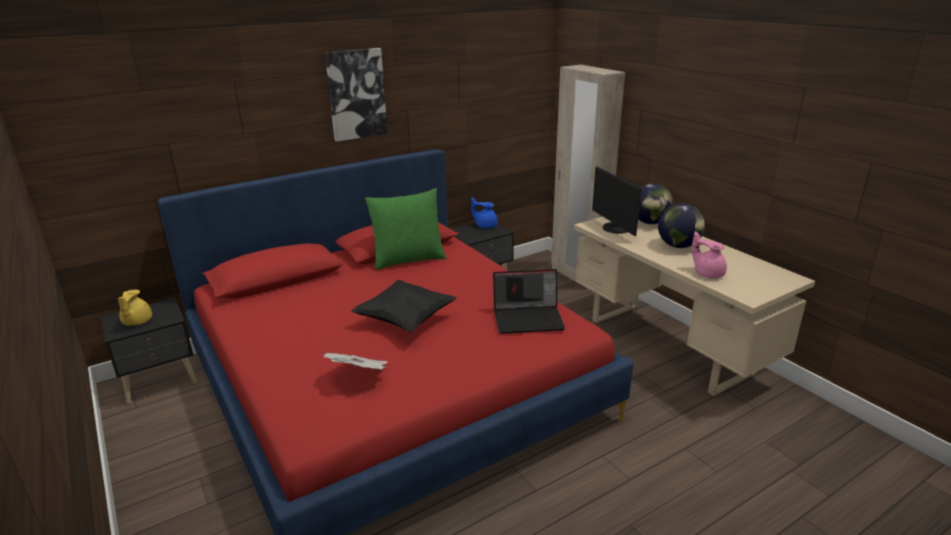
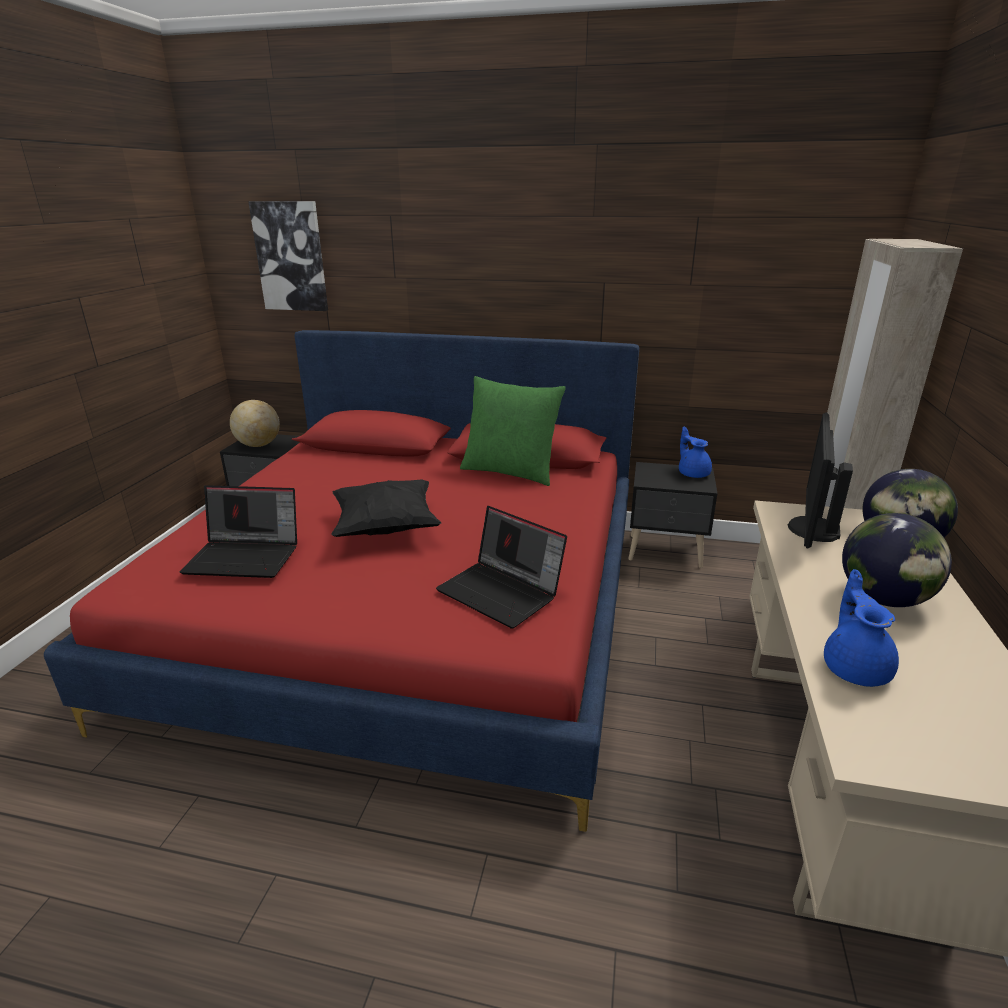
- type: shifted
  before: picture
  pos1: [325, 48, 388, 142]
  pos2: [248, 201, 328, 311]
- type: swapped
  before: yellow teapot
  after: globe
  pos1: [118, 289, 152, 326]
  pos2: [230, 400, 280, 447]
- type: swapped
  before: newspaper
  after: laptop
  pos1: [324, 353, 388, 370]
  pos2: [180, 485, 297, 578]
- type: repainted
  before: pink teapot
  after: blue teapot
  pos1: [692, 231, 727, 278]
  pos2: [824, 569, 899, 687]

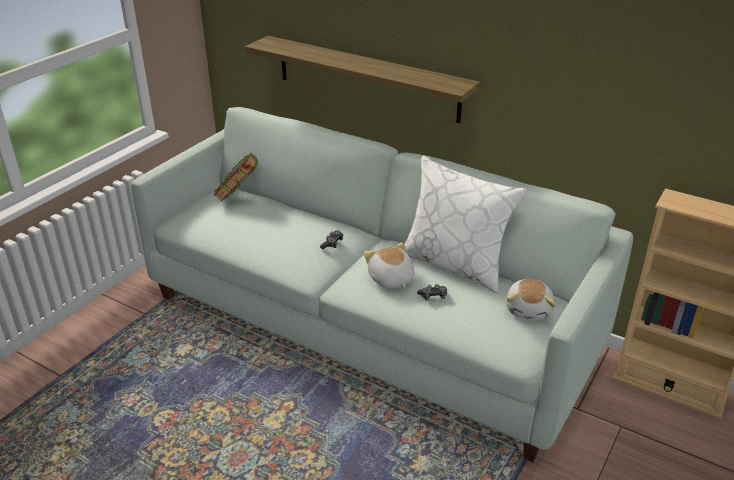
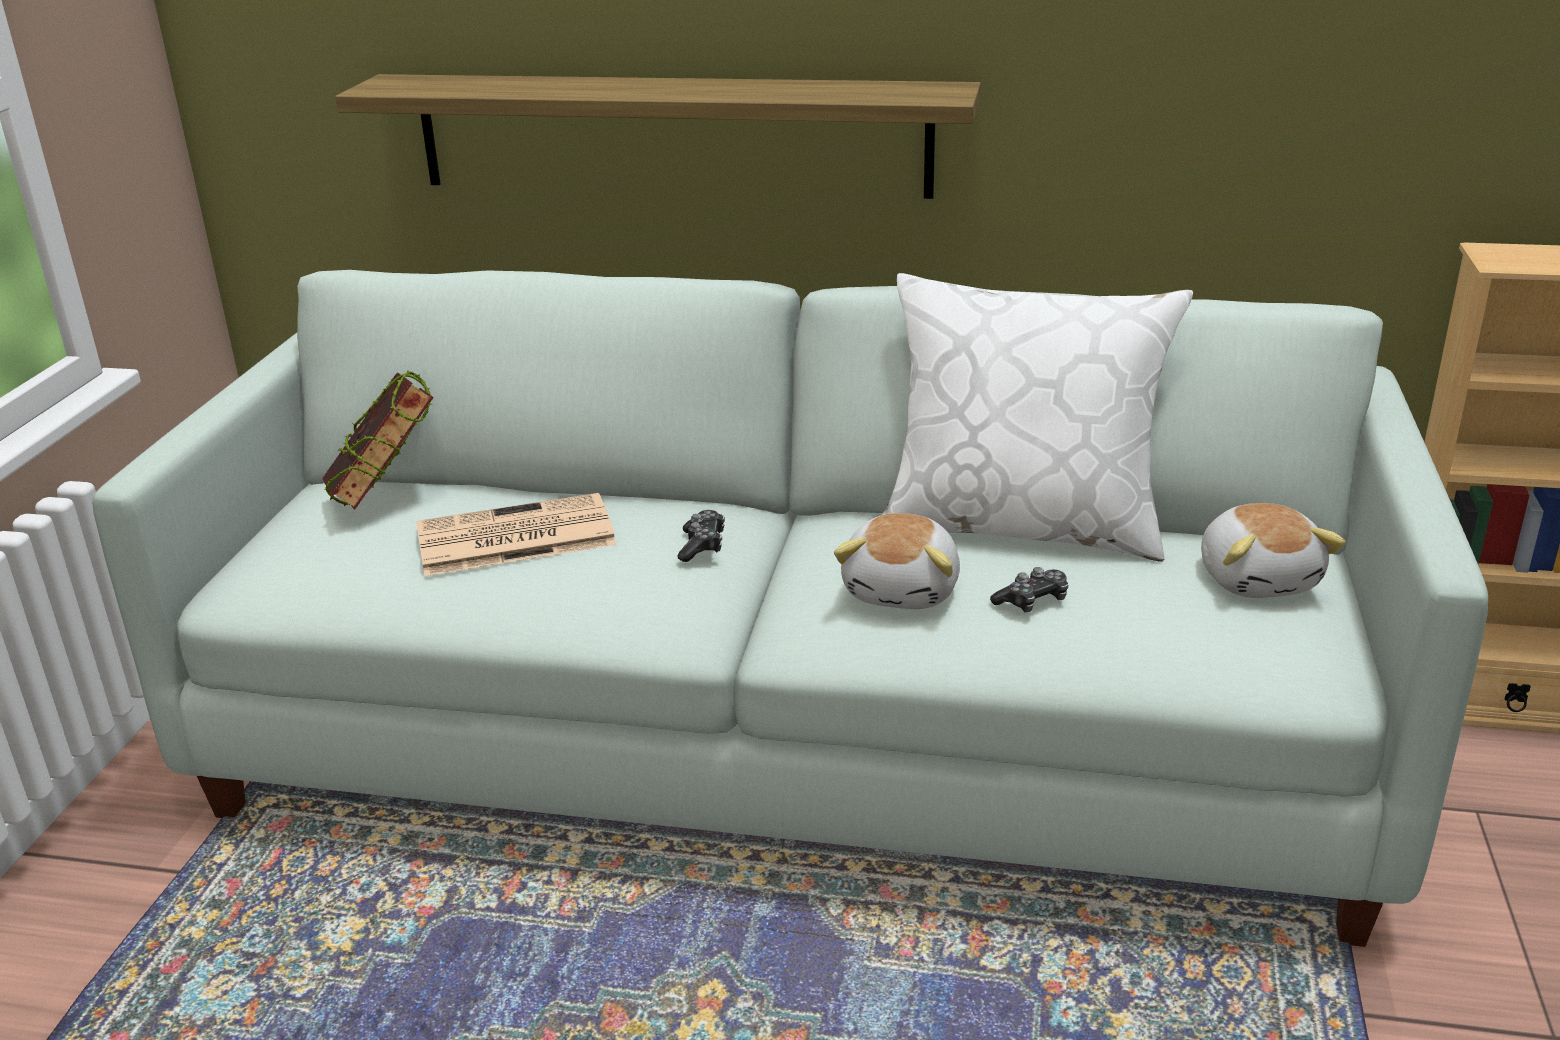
- type: new
  after: newspaper
  pos2: [416, 493, 616, 576]
- type: rotated
  before: plush toy
  pos1: [364, 242, 414, 289]
  pos2: [834, 513, 960, 609]
  turn: -120

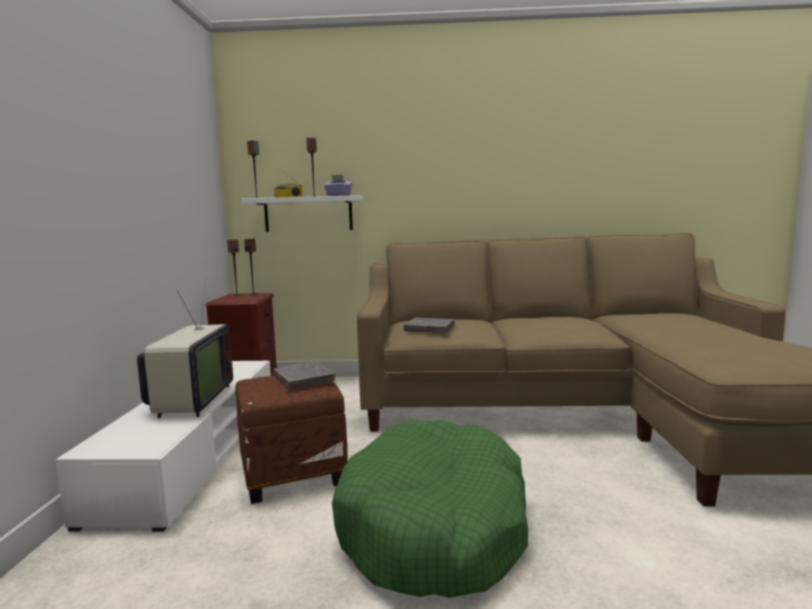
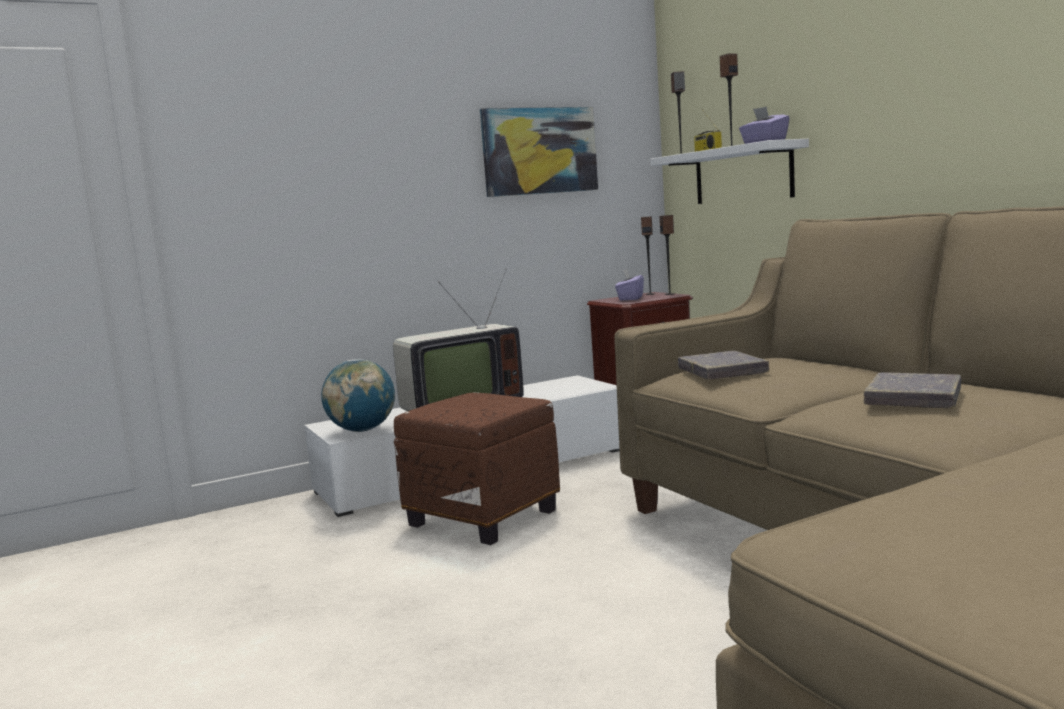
- type: gone
  before: green dog bed
  pos1: [332, 419, 528, 598]
- type: new
  after: globe
  pos2: [321, 359, 395, 432]
- type: new
  after: picture
  pos2: [480, 107, 598, 197]
- type: new
  after: purple tissue box
  pos2: [615, 269, 644, 300]
- type: shifted
  before: grey book
  pos1: [274, 362, 335, 390]
  pos2: [864, 372, 962, 408]

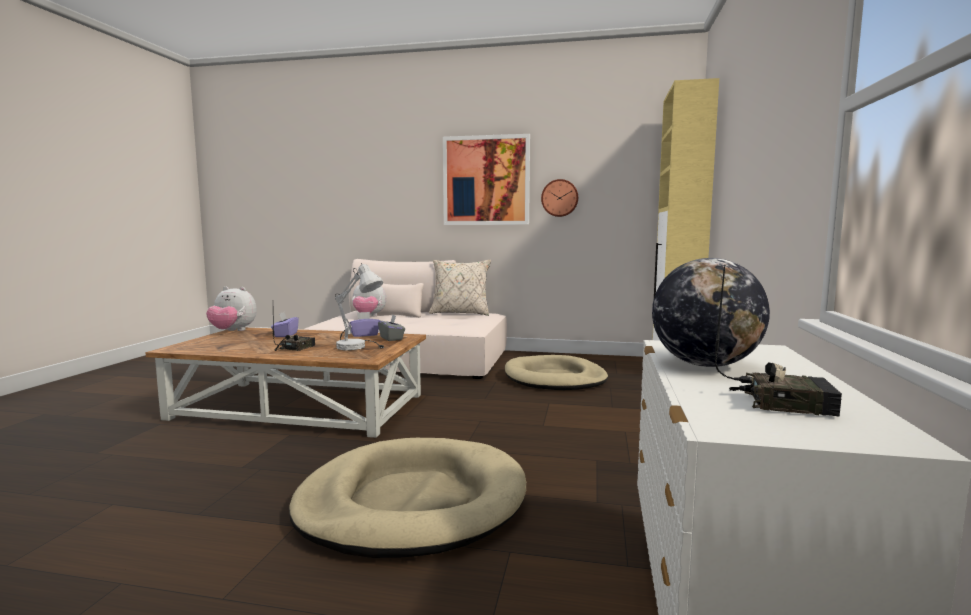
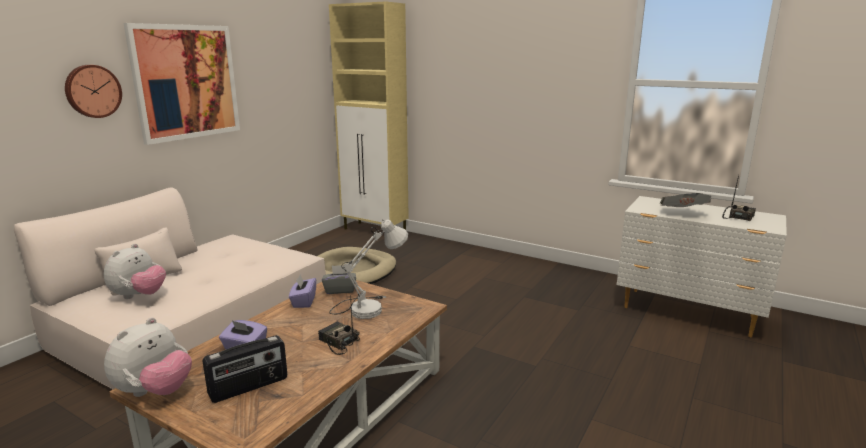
- type: gone
  before: beige dog bed
  pos1: [289, 438, 526, 558]
- type: gone
  before: beige pillow
  pos1: [429, 259, 491, 316]
- type: new
  after: radio
  pos2: [203, 335, 287, 403]
- type: shifted
  before: wall clock
  pos1: [541, 179, 578, 217]
  pos2: [65, 65, 122, 118]
- type: swapped
  before: globe
  after: newspaper
  pos1: [652, 258, 770, 367]
  pos2: [660, 193, 712, 207]

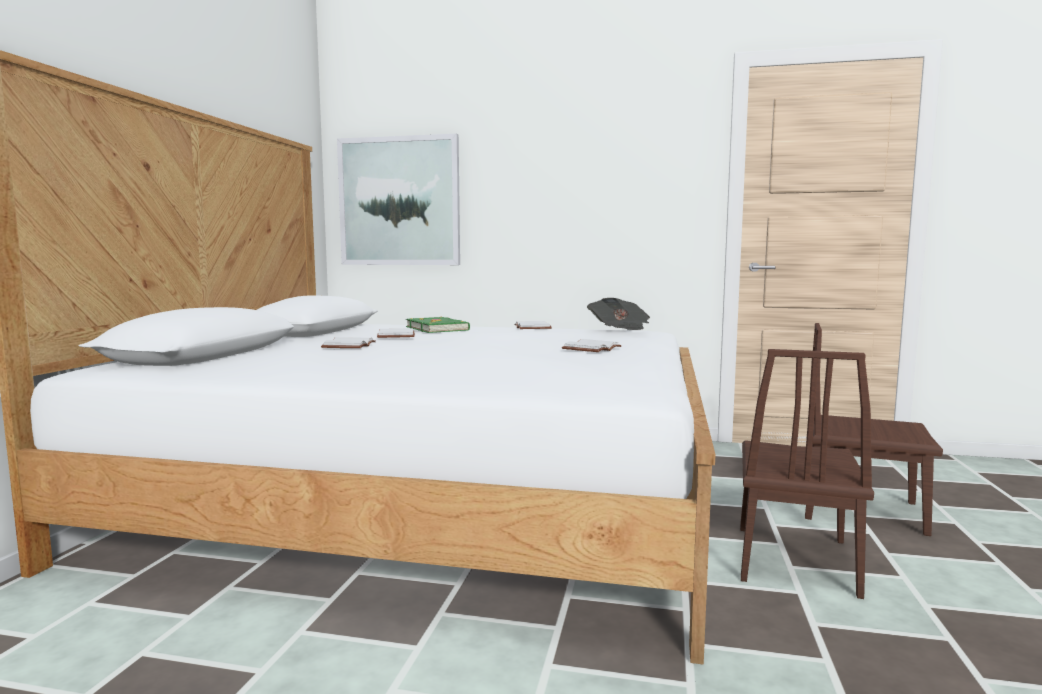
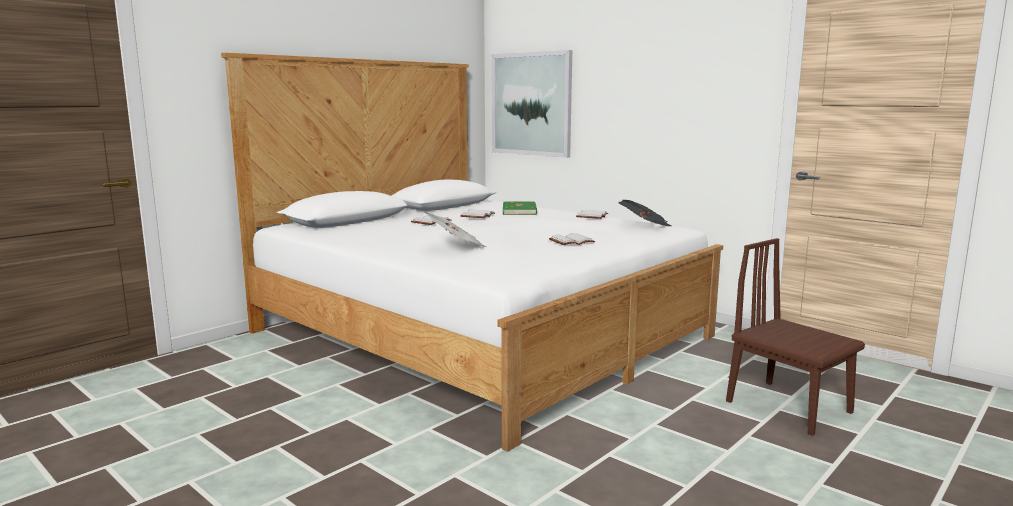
- type: gone
  before: brown chair
  pos1: [740, 349, 874, 599]
- type: new
  after: newspaper
  pos2: [422, 211, 486, 247]

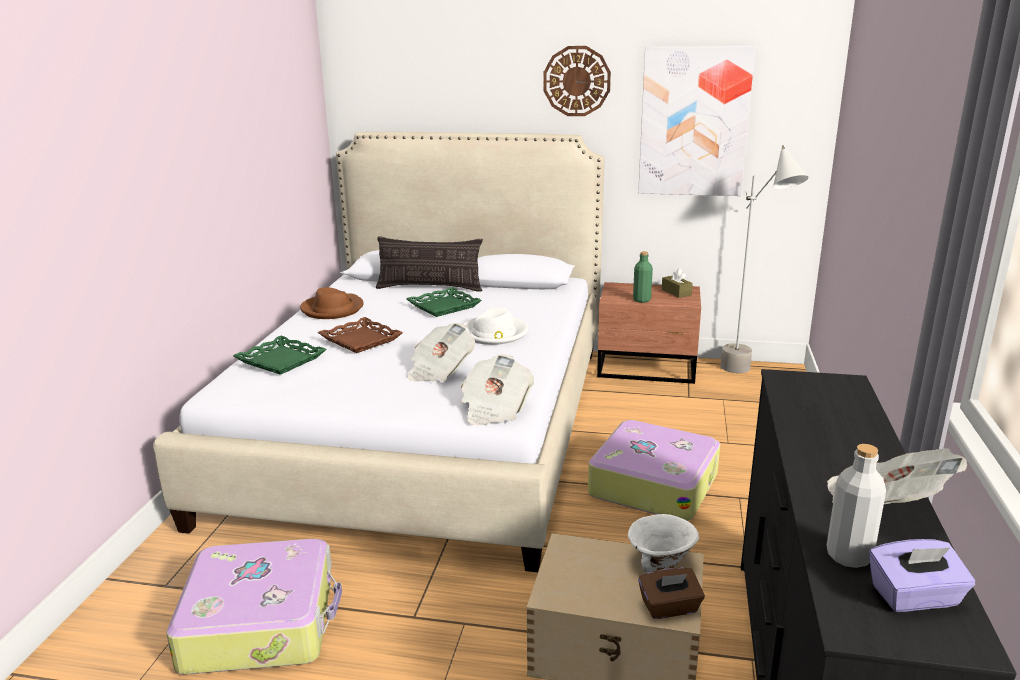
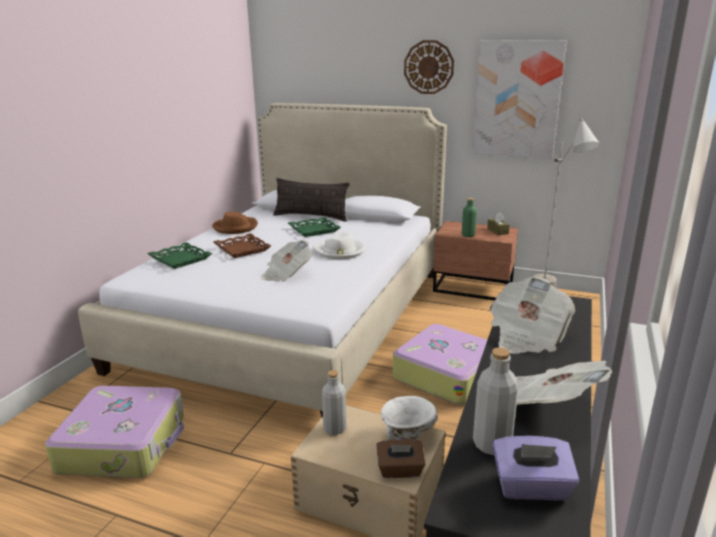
- type: new
  after: grey bottle
  pos2: [322, 370, 346, 435]
- type: shifted
  before: newspaper
  pos1: [461, 354, 534, 426]
  pos2: [490, 277, 575, 354]

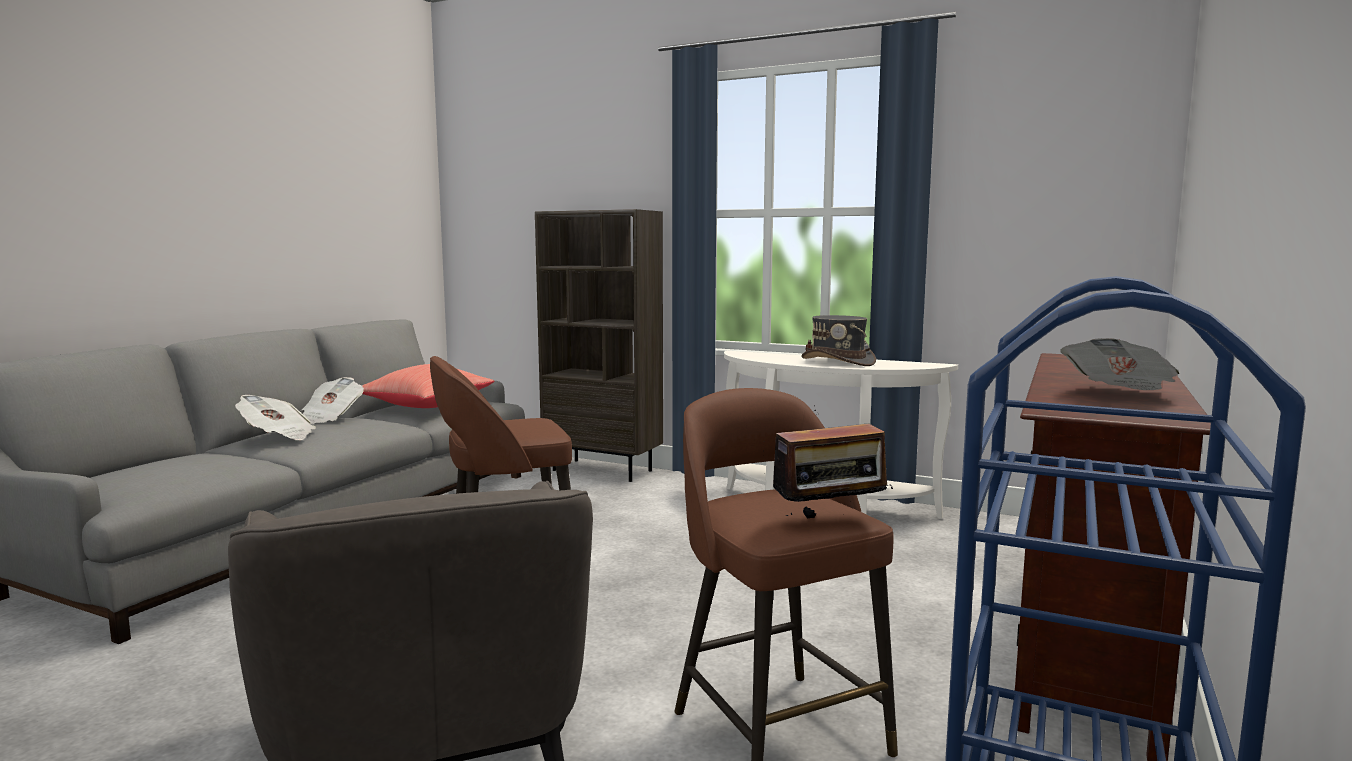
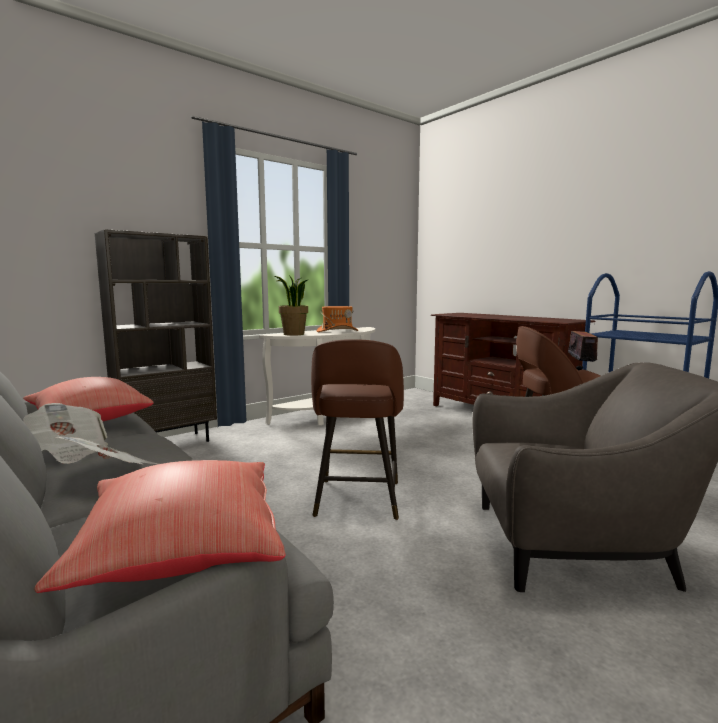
- type: gone
  before: newspaper
  pos1: [1060, 338, 1179, 390]
- type: new
  after: red pillow
  pos2: [34, 460, 286, 593]
- type: new
  after: potted plant
  pos2: [275, 275, 308, 336]
- type: repainted
  before: grey hat
  after: orange hat
  pos1: [801, 315, 876, 366]
  pos2: [317, 306, 358, 332]

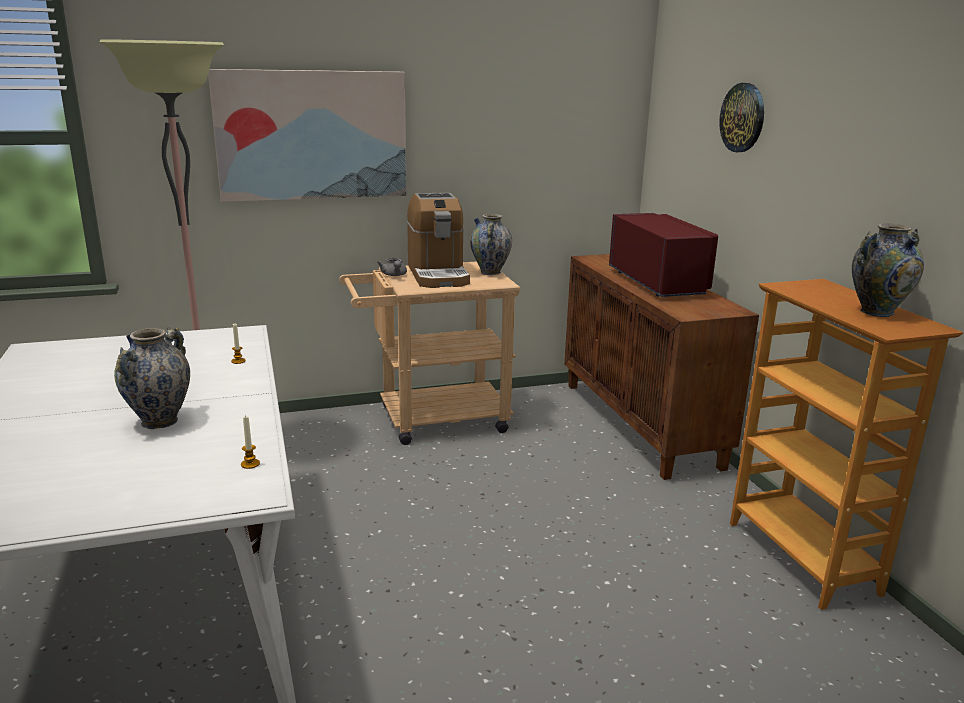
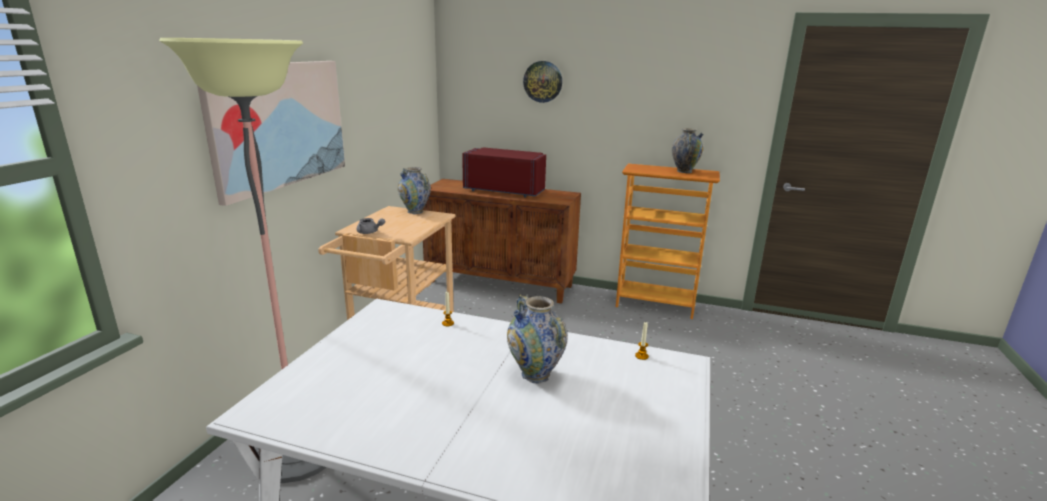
- type: gone
  before: coffee machine
  pos1: [407, 193, 470, 288]

